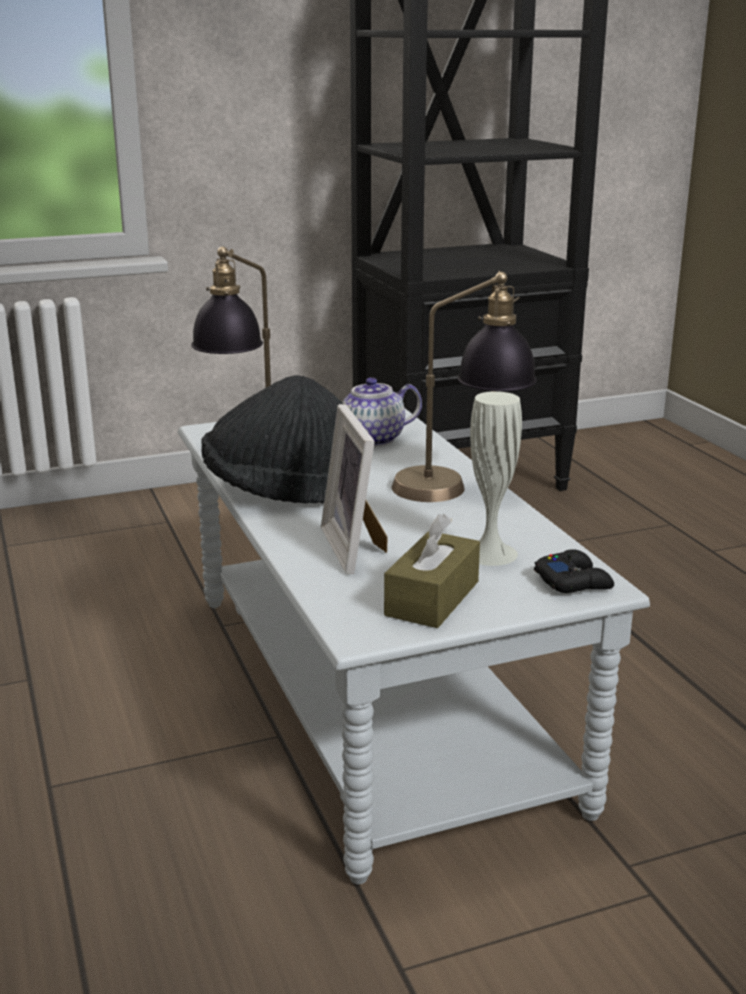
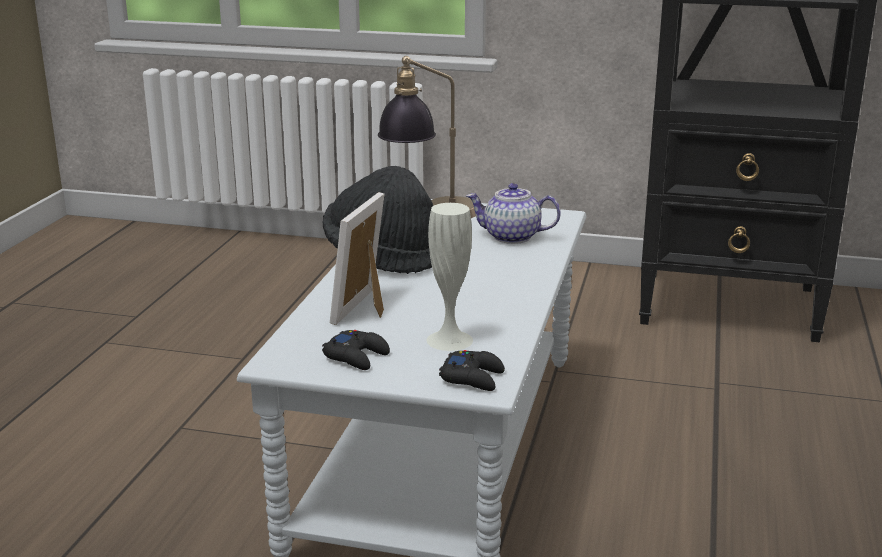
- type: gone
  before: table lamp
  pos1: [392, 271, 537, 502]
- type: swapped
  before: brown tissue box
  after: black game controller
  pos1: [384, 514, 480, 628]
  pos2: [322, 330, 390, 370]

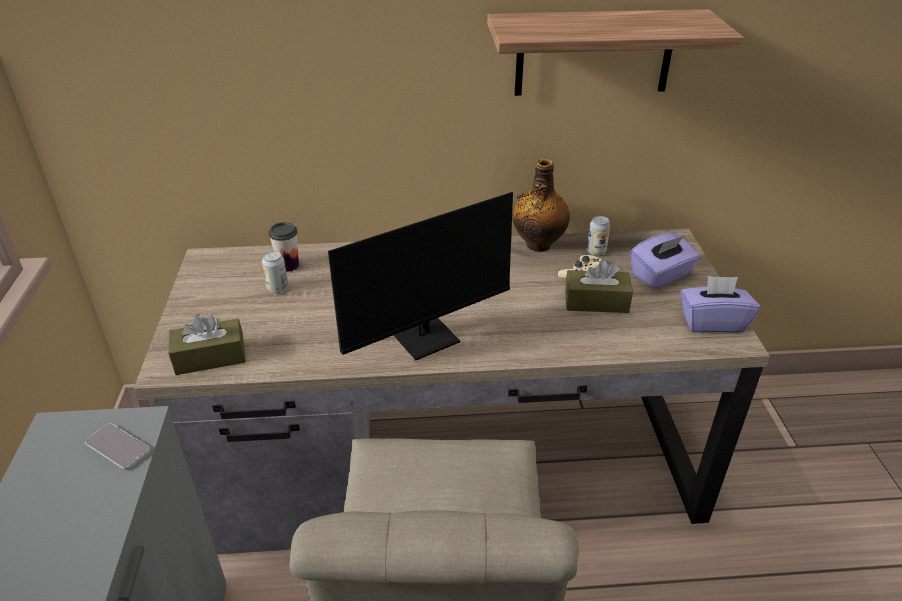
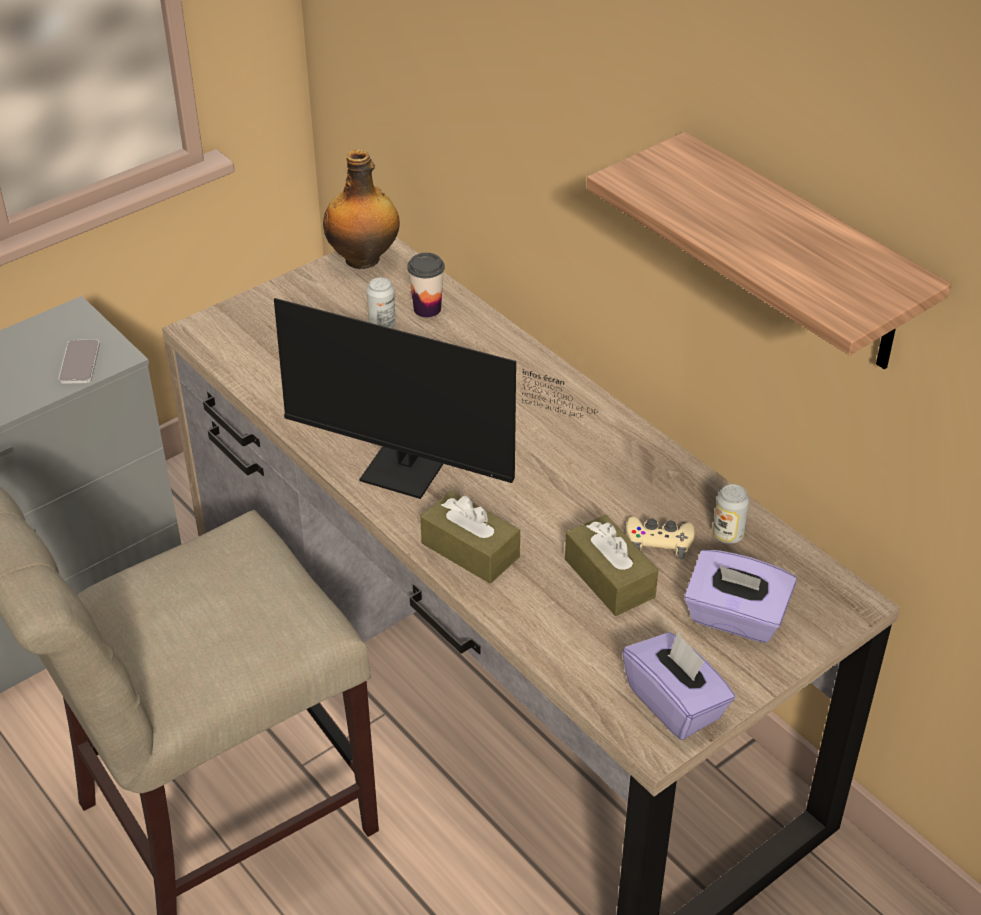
- type: shifted
  before: brown tissue box
  pos1: [168, 314, 246, 375]
  pos2: [420, 491, 520, 584]
- type: shifted
  before: bottle
  pos1: [512, 159, 570, 252]
  pos2: [323, 149, 400, 269]

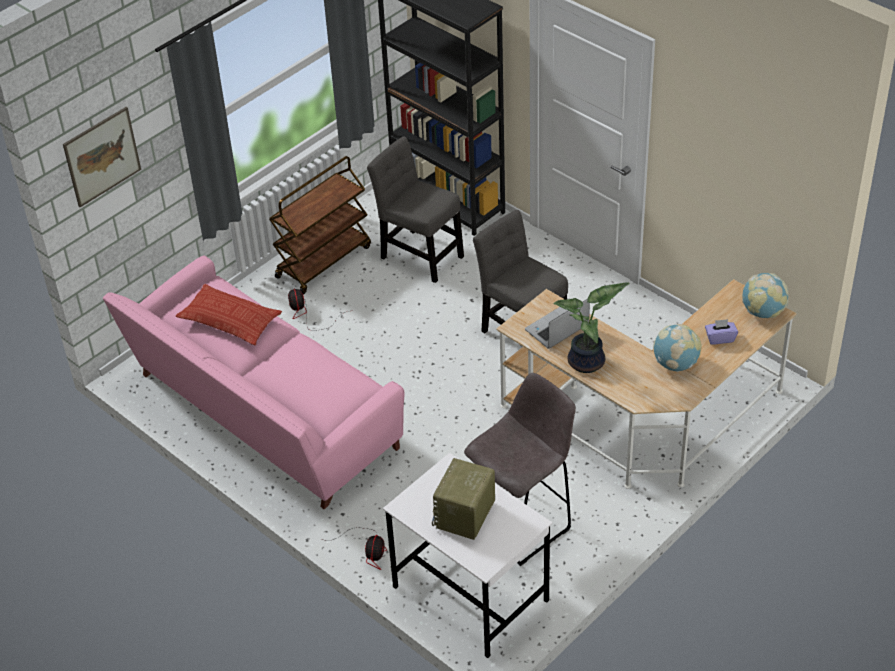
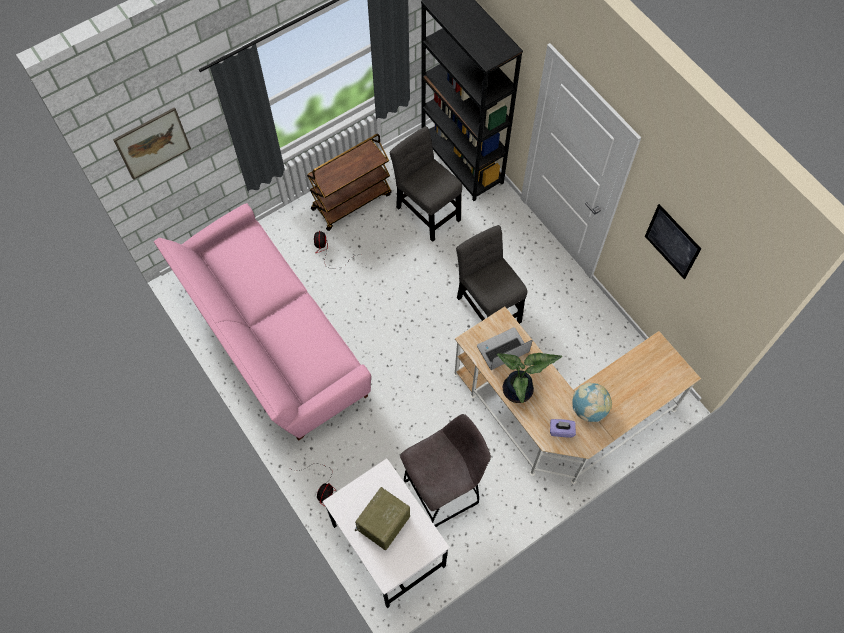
- type: gone
  before: pillow
  pos1: [176, 284, 282, 345]
- type: gone
  before: globe
  pos1: [742, 273, 789, 318]
- type: new
  after: picture
  pos2: [645, 204, 701, 279]
- type: shifted
  before: purple tissue box
  pos1: [705, 319, 738, 345]
  pos2: [550, 419, 576, 438]

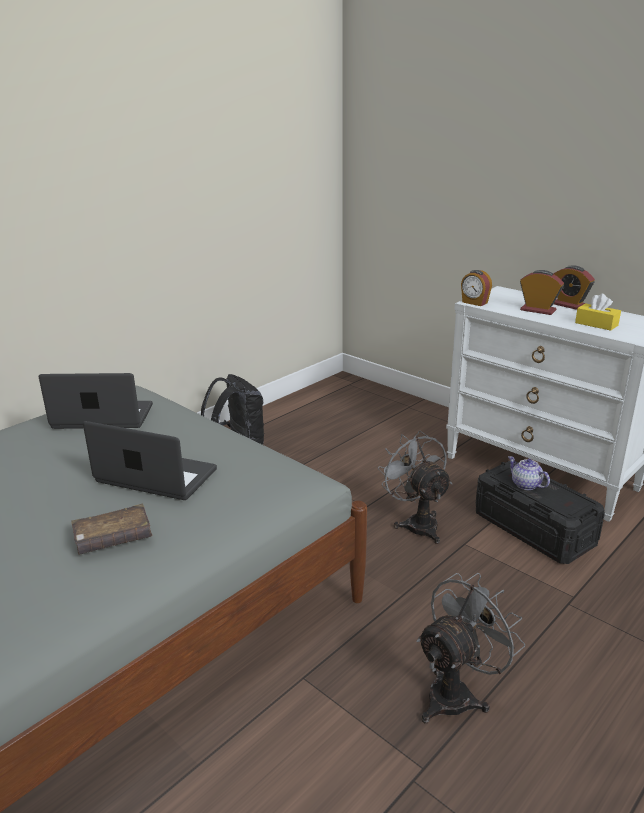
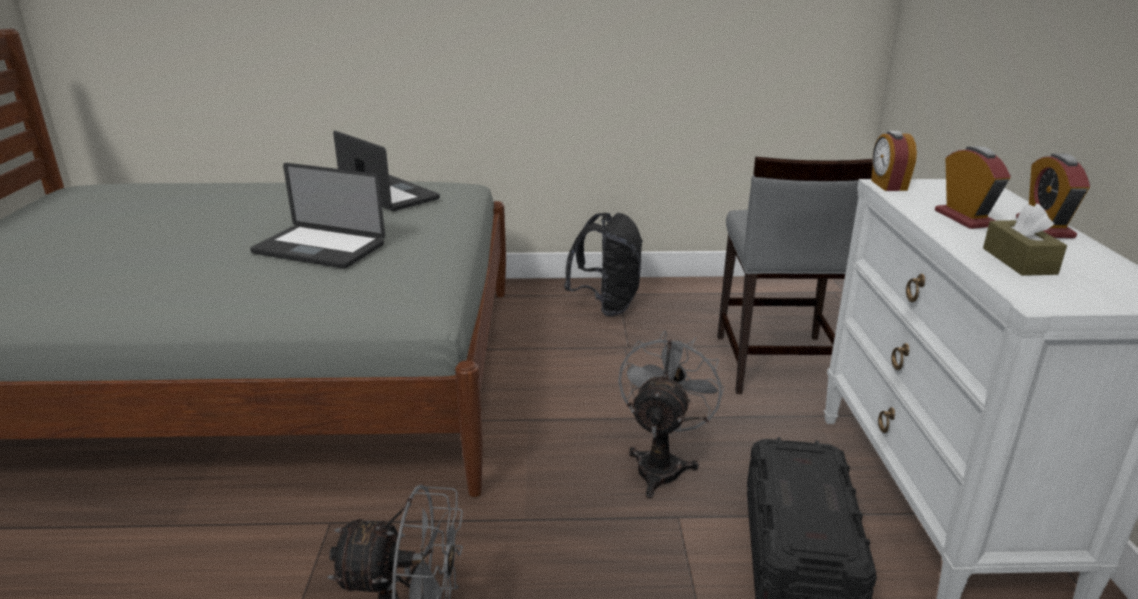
- type: gone
  before: brown book
  pos1: [71, 503, 152, 555]
- type: gone
  before: teapot
  pos1: [508, 456, 550, 490]
- type: new
  after: grey chair
  pos2: [717, 157, 873, 394]
- type: repainted
  before: yellow tissue box
  after: brown tissue box
  pos1: [575, 294, 621, 331]
  pos2: [983, 203, 1067, 276]
- type: rotated
  before: laptop
  pos1: [83, 421, 217, 500]
  pos2: [250, 163, 385, 269]
  turn: 135

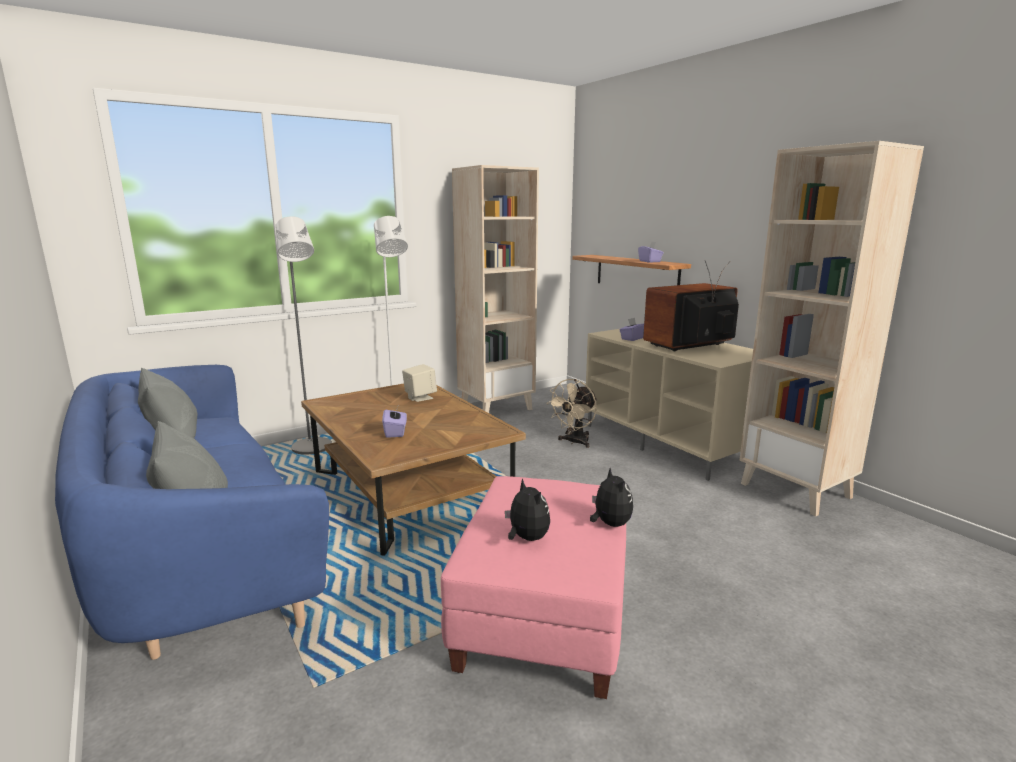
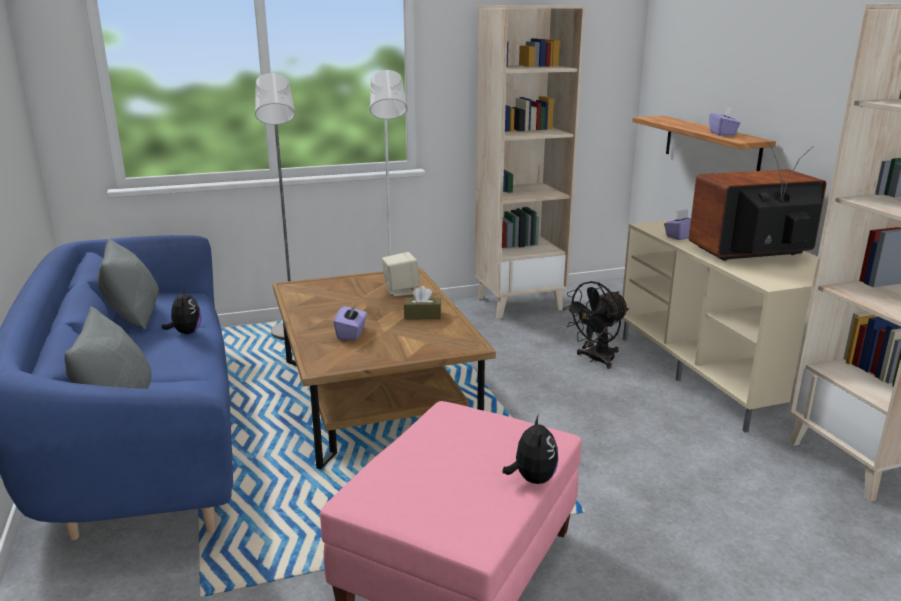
- type: new
  after: brown tissue box
  pos2: [404, 286, 441, 319]
- type: shifted
  before: plush toy
  pos1: [505, 478, 550, 541]
  pos2: [161, 288, 201, 334]
- type: repainted
  before: beige fan
  after: black fan
  pos1: [546, 379, 597, 448]
  pos2: [563, 281, 629, 369]

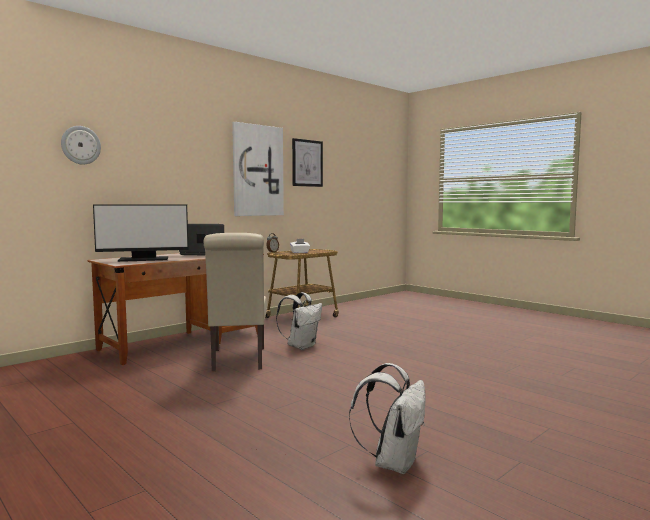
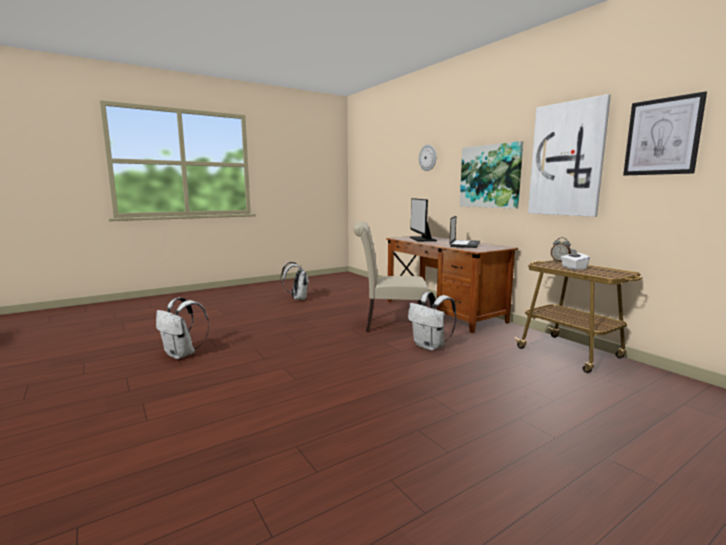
- type: new
  after: white backpack
  pos2: [280, 262, 309, 300]
- type: new
  after: picture
  pos2: [460, 141, 523, 209]

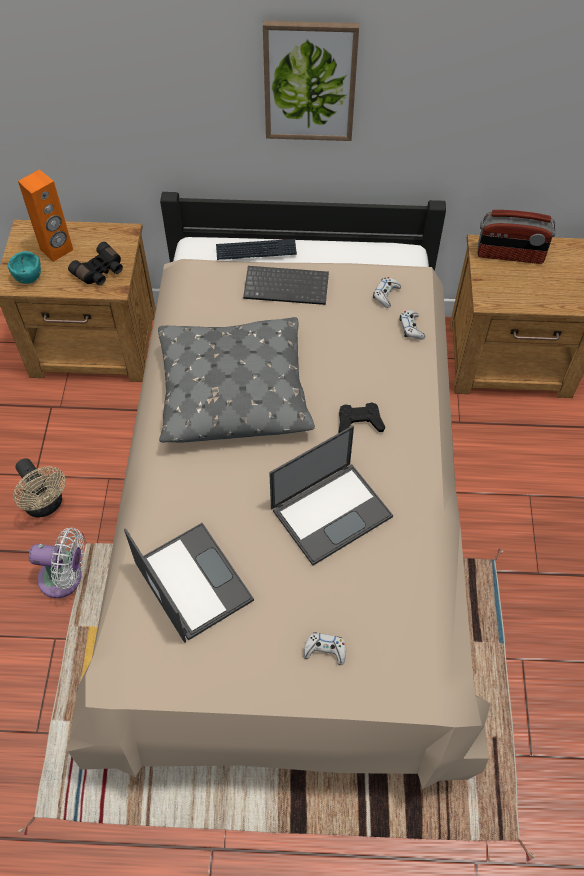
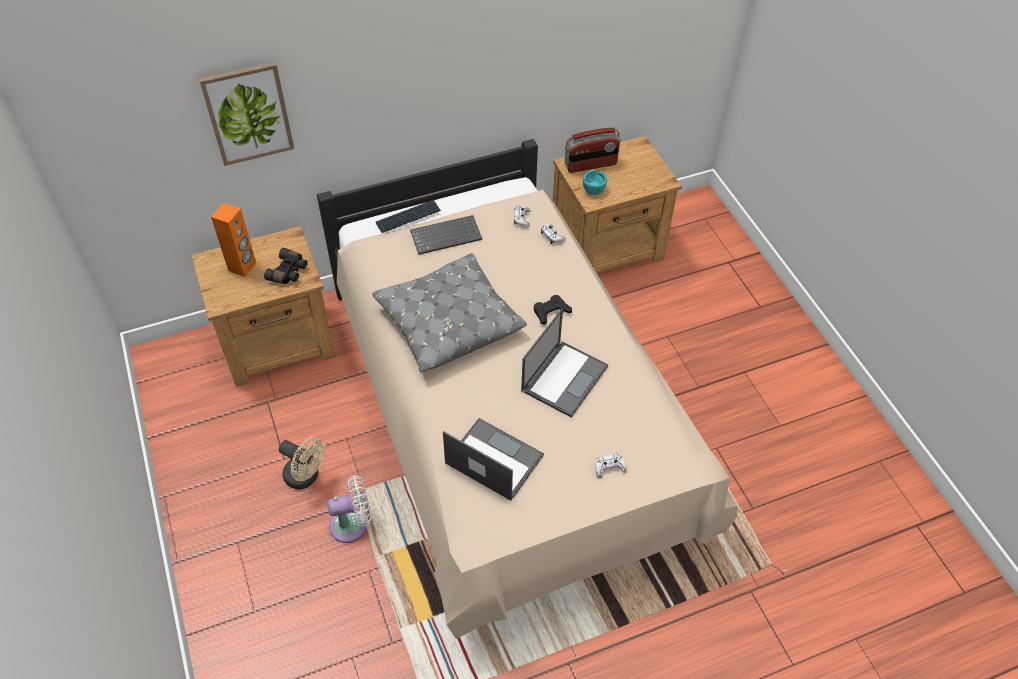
- type: shifted
  before: turquoise bowl
  pos1: [8, 251, 41, 284]
  pos2: [583, 170, 607, 195]
- type: shifted
  before: picture
  pos1: [263, 21, 359, 141]
  pos2: [199, 62, 294, 166]

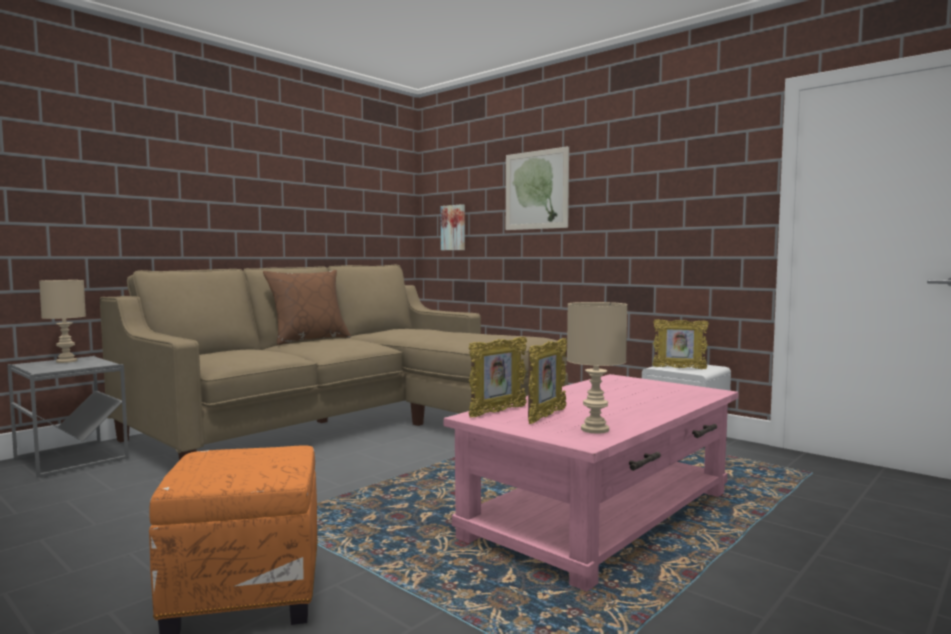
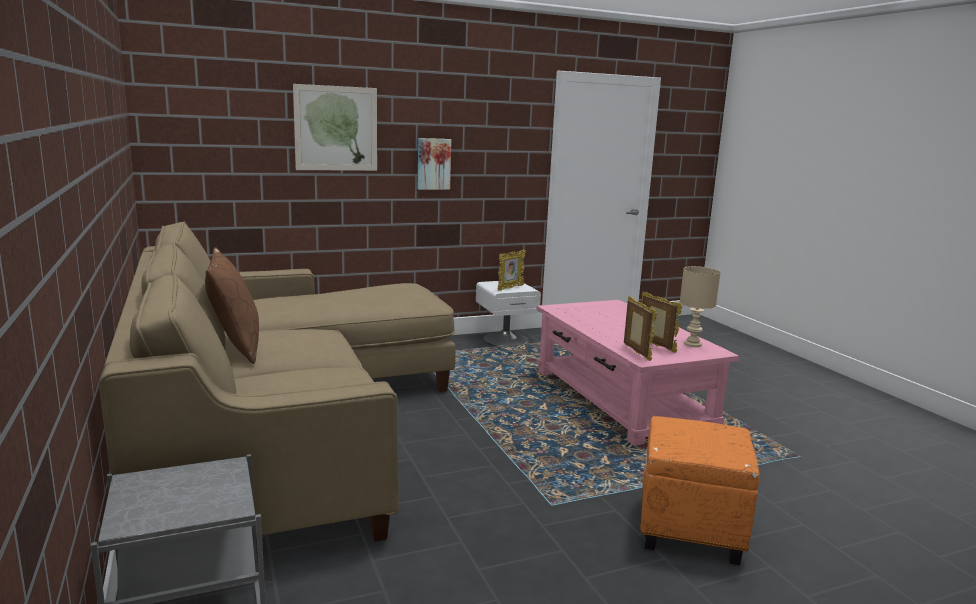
- type: gone
  before: beige table lamp
  pos1: [39, 280, 86, 363]
- type: shifted
  before: picture
  pos1: [441, 204, 465, 250]
  pos2: [418, 138, 451, 190]

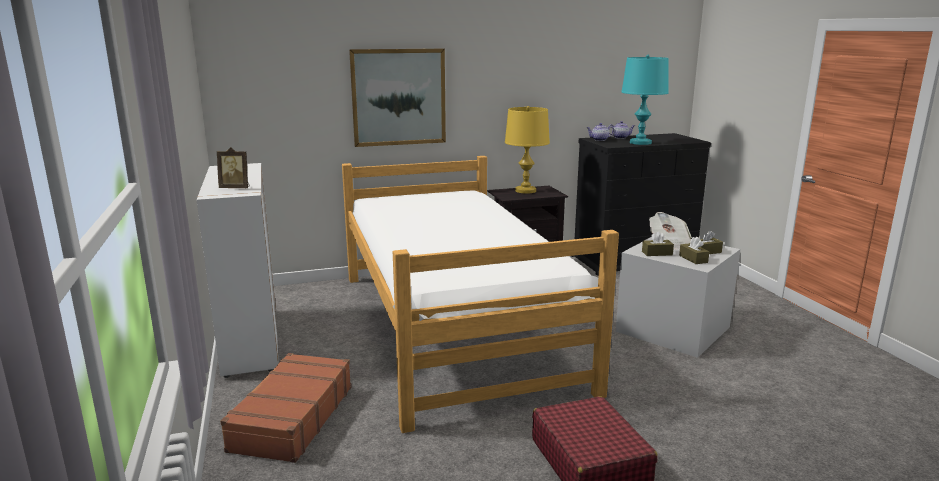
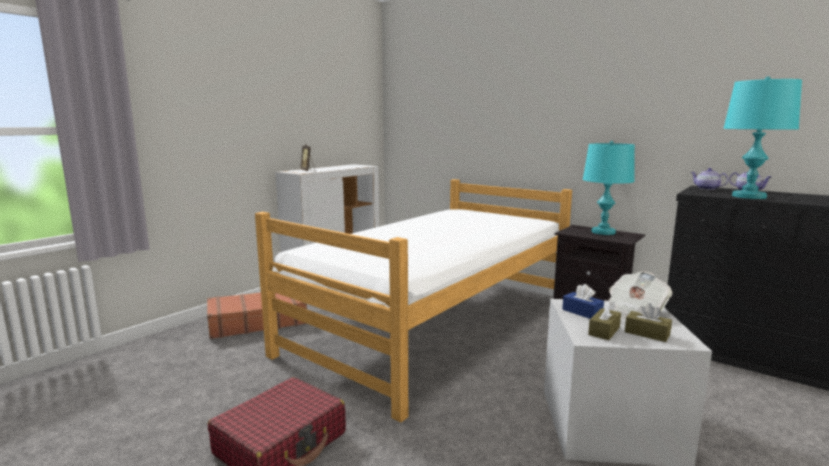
- type: gone
  before: picture
  pos1: [349, 49, 446, 147]
- type: repainted
  before: yellow table lamp
  after: turquoise table lamp
  pos1: [505, 106, 550, 194]
  pos2: [583, 141, 635, 235]
- type: repainted
  before: brown tissue box
  after: blue tissue box
  pos1: [642, 231, 674, 256]
  pos2: [562, 284, 604, 319]

